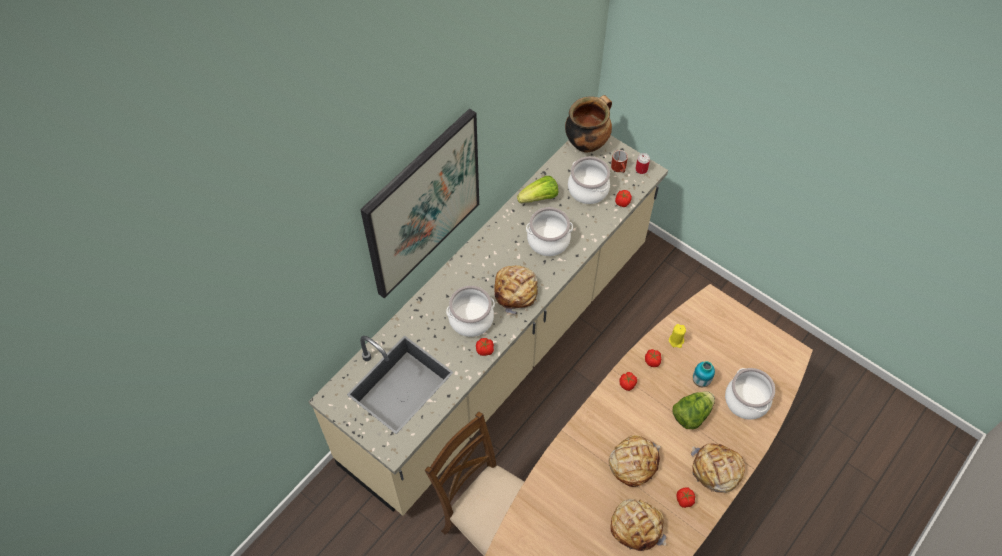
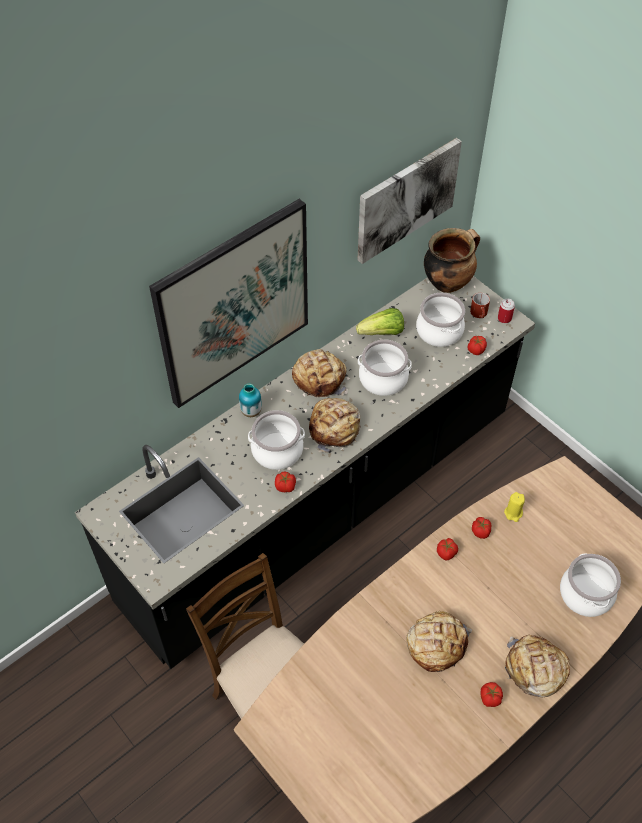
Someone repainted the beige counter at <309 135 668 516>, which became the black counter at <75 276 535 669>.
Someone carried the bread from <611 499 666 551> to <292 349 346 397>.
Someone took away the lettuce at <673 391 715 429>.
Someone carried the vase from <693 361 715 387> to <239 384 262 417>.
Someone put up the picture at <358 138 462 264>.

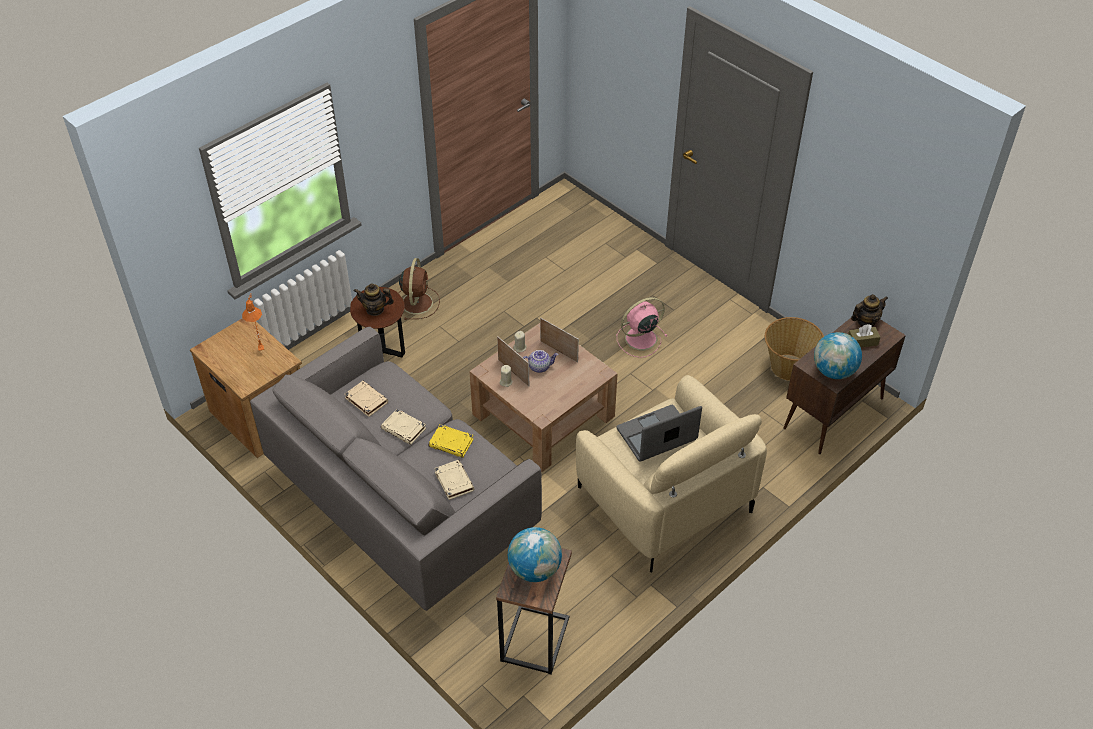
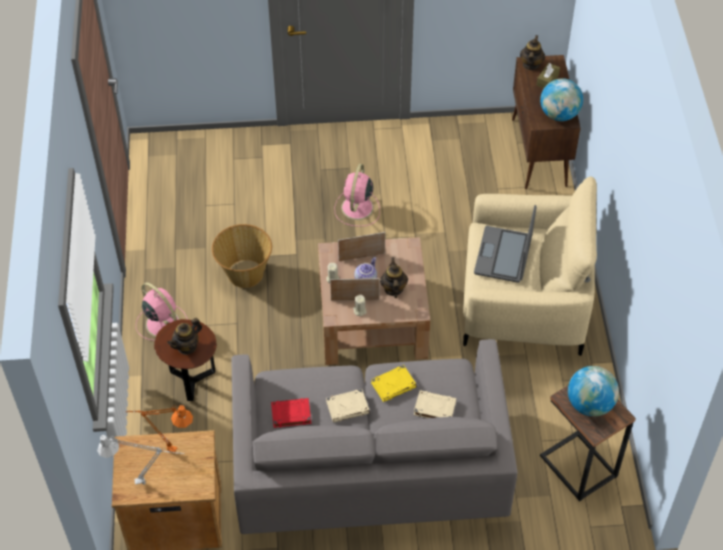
Someone repainted the beige book at <344 381 388 417>, which became the red book at <271 398 311 428>.
Someone repainted the brown fan at <398 258 440 320>, which became the pink fan at <136 282 187 341>.
Someone carried the basket from <765 317 824 381> to <212 224 272 288>.
Someone put down the grey table lamp at <97 435 184 485>.
Someone put down the teapot at <380 257 408 298>.

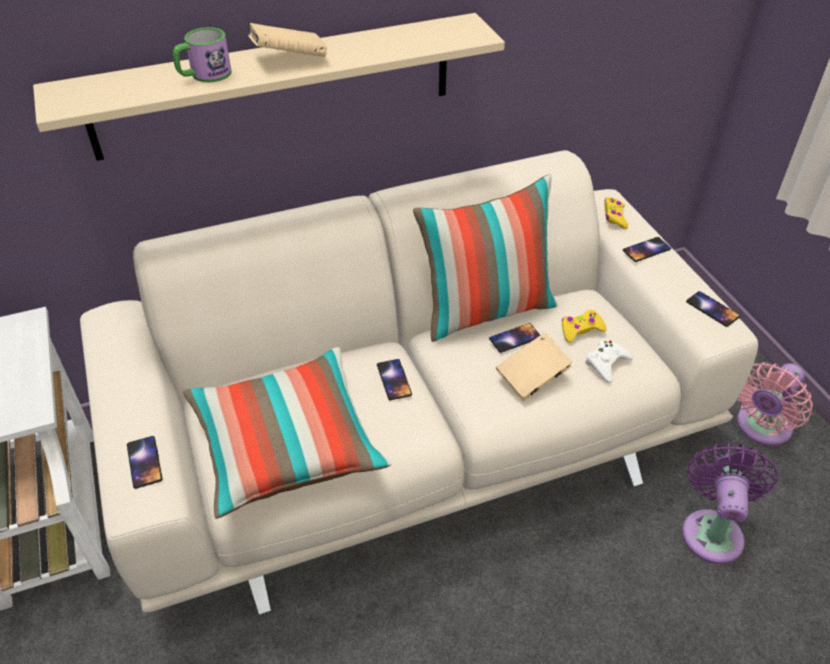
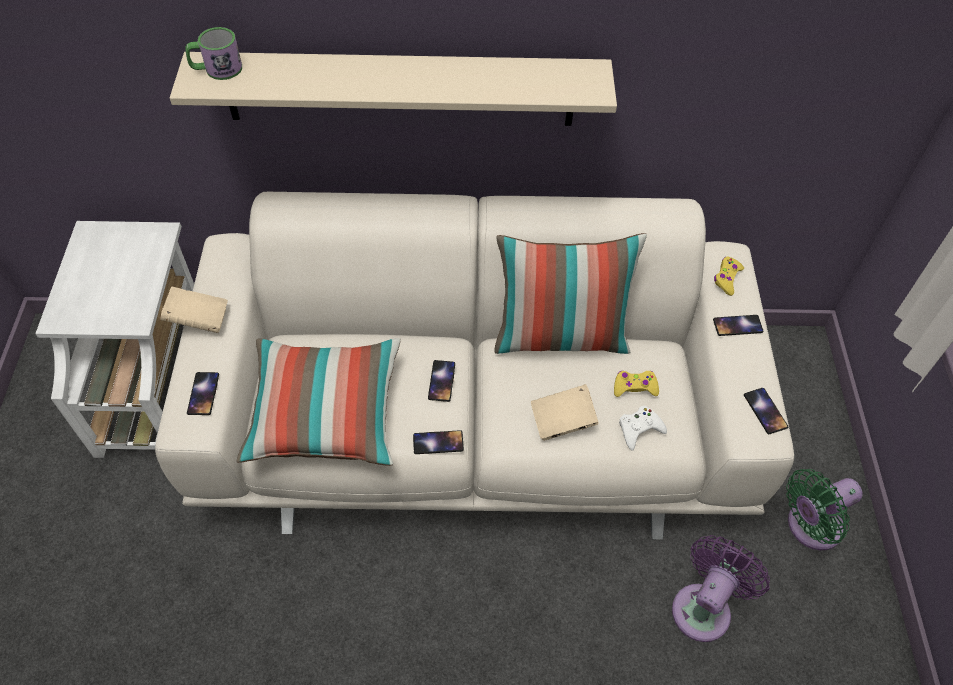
Someone carried the mug from <173 27 231 82> to <185 27 242 80>.
Someone carried the beige book from <248 23 327 57> to <161 287 228 333>.
Someone carried the phone from <489 323 540 353> to <413 430 464 454>.
Someone repainted the pink fan at <737 362 813 446>, which became the green fan at <786 469 863 550>.

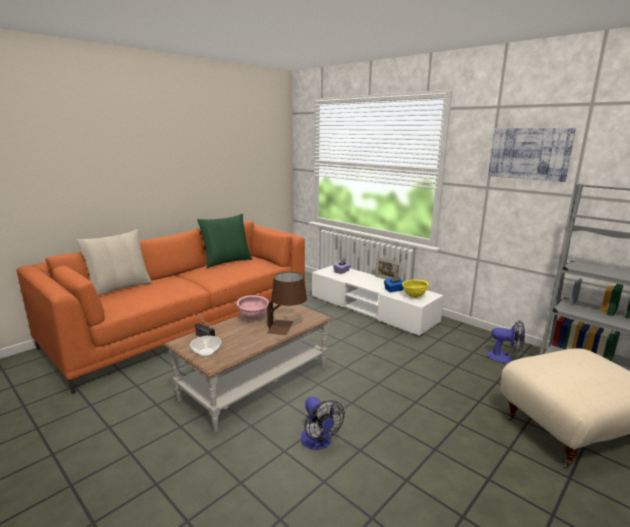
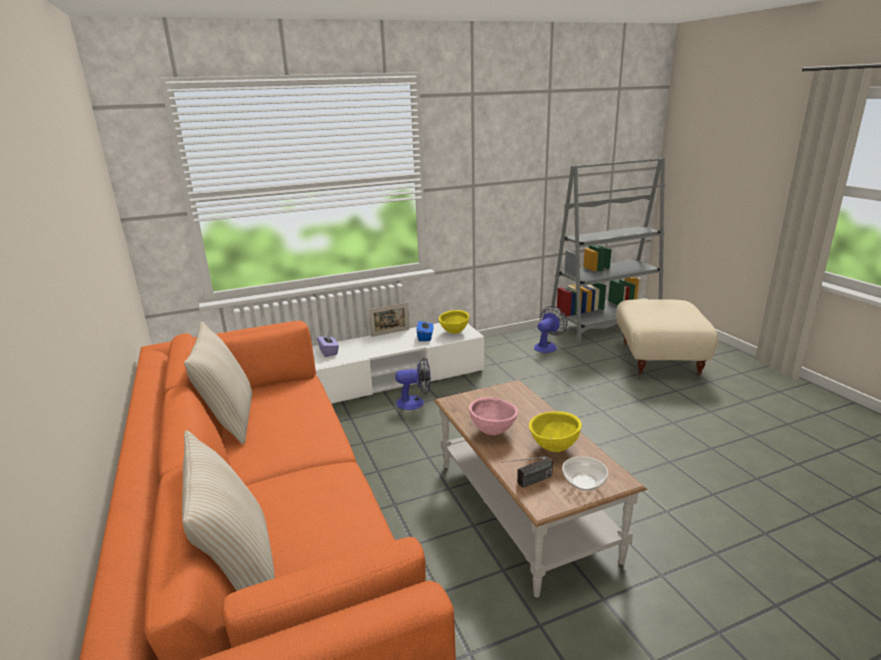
Someone repainted the green pillow at <197 214 252 268>, which became the beige pillow at <184 322 253 444>.
Someone took away the brown table lamp at <267 272 307 335>.
Someone carried the fan from <301 396 345 450> to <395 358 431 410>.
Someone took away the picture at <488 128 576 182>.
Someone put down the yellow bowl at <529 411 582 452>.

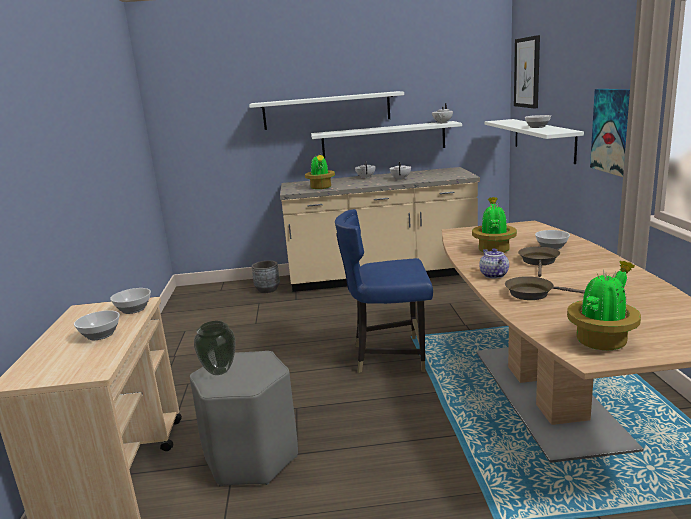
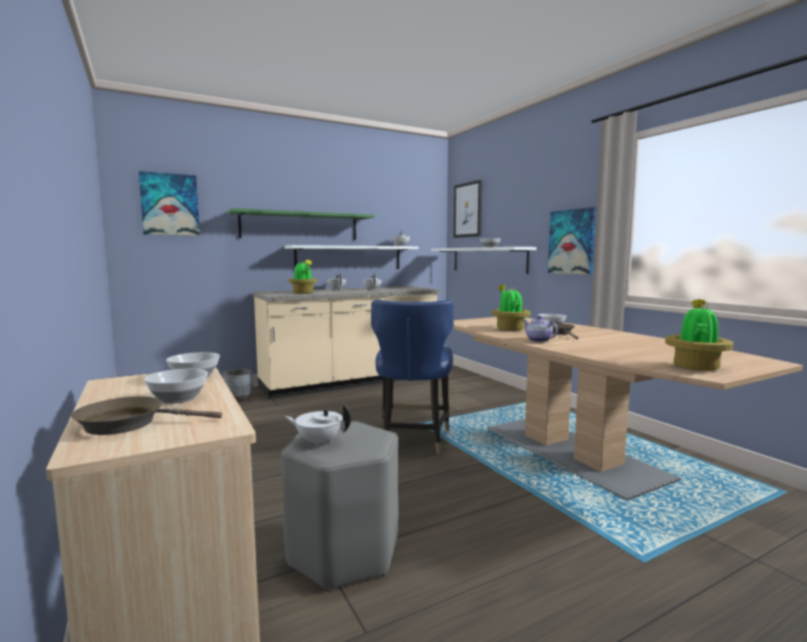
Someone swapped the vase at <194 321 236 375> for the white teapot at <285 404 351 447>.
Someone repainted the white shelf at <249 91 404 130>, which became the green shelf at <227 208 374 240>.
Someone rotated the blue chair at <335 209 433 373> by 60 degrees counterclockwise.
Someone carried the brown frying pan from <505 276 585 300> to <71 396 222 435>.
Someone put up the picture at <139 171 200 236>.

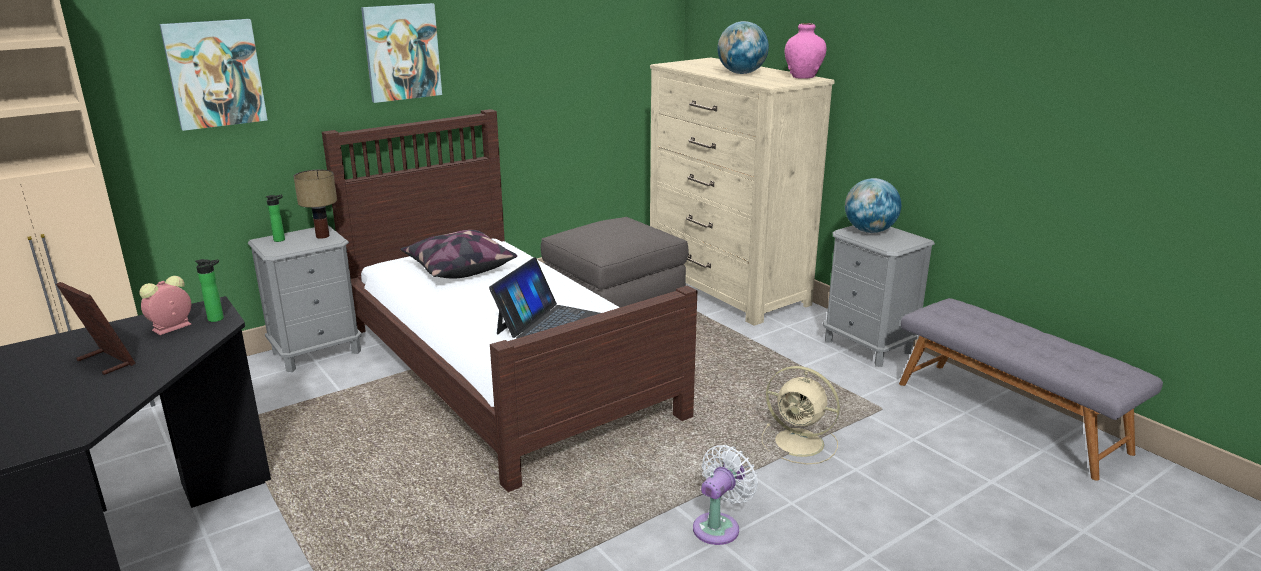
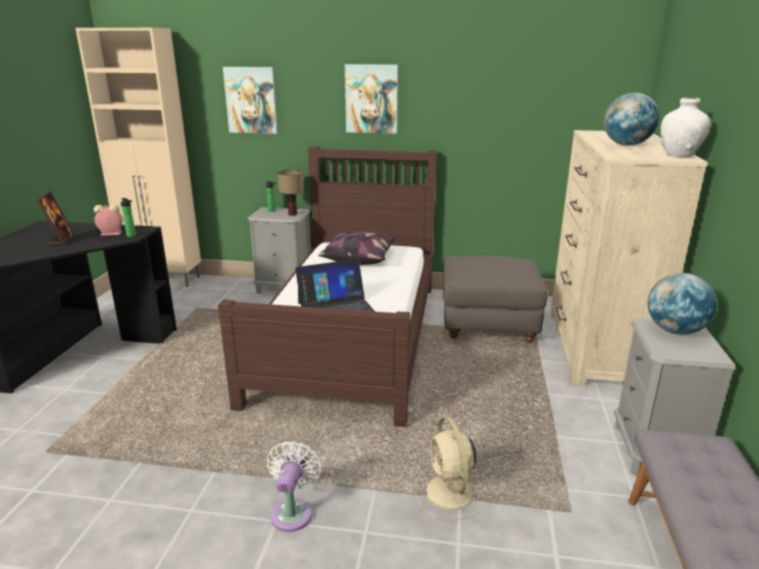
Someone rotated the white fan at <693 445 758 545> by 75 degrees counterclockwise.
Someone repainted the pink vase at <785 23 827 79>, which became the white vase at <661 97 711 157>.

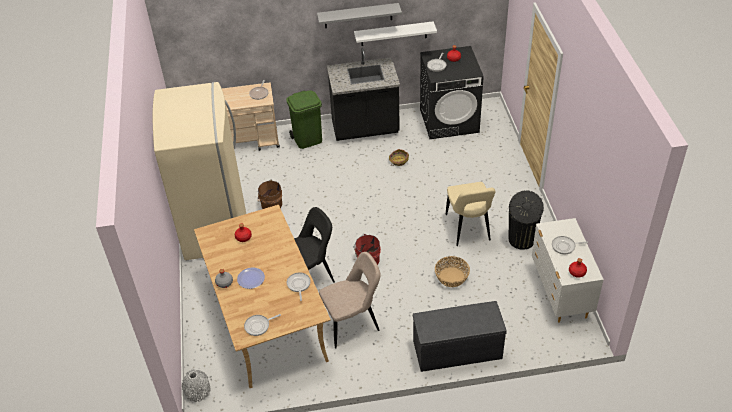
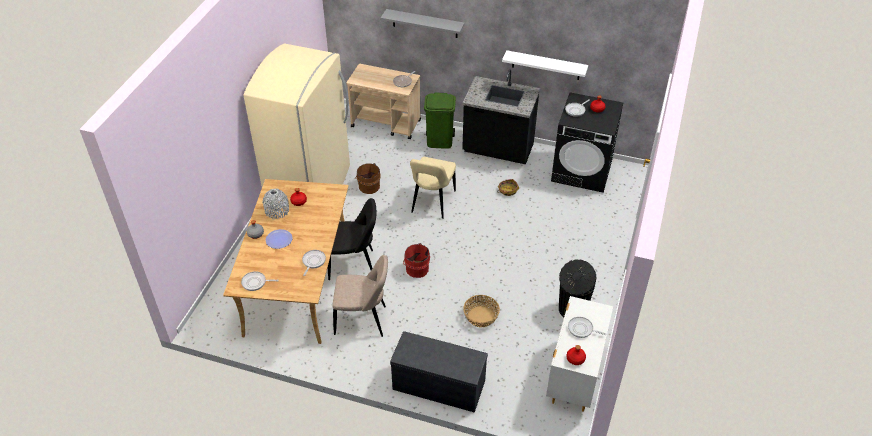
Someone carried the grey vase from <182 369 211 402> to <263 189 289 219>.
Someone carried the grey shelf from <317 3 402 28> to <380 9 465 38>.
Someone carried the beige chair from <446 182 496 246> to <410 157 456 219>.

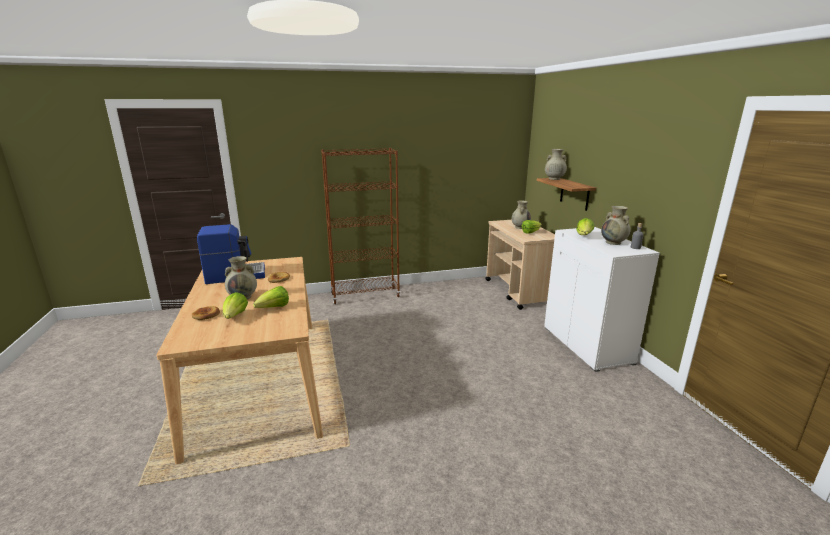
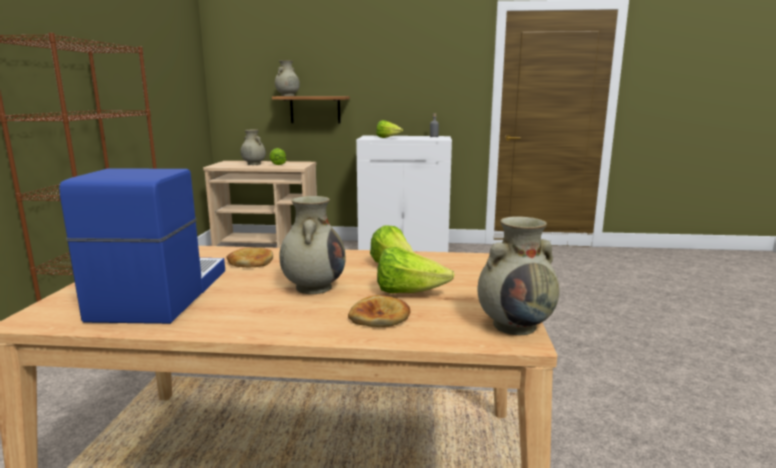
Someone carried the beige vase from <601 206 631 245> to <477 216 560 335>.

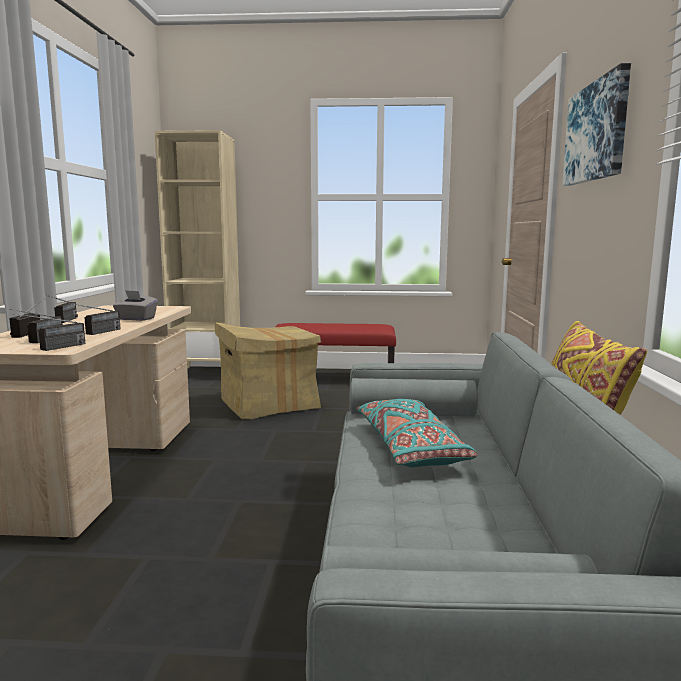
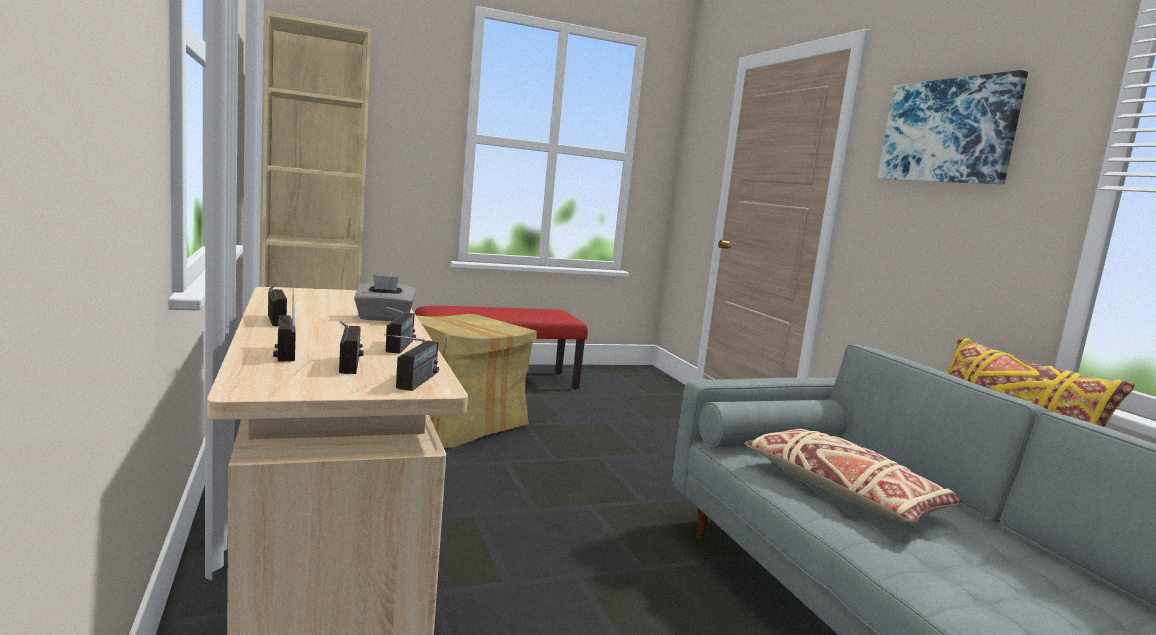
Someone repainted the turquoise pillow at <357 399 477 467>, which became the beige pillow at <744 429 961 523>.

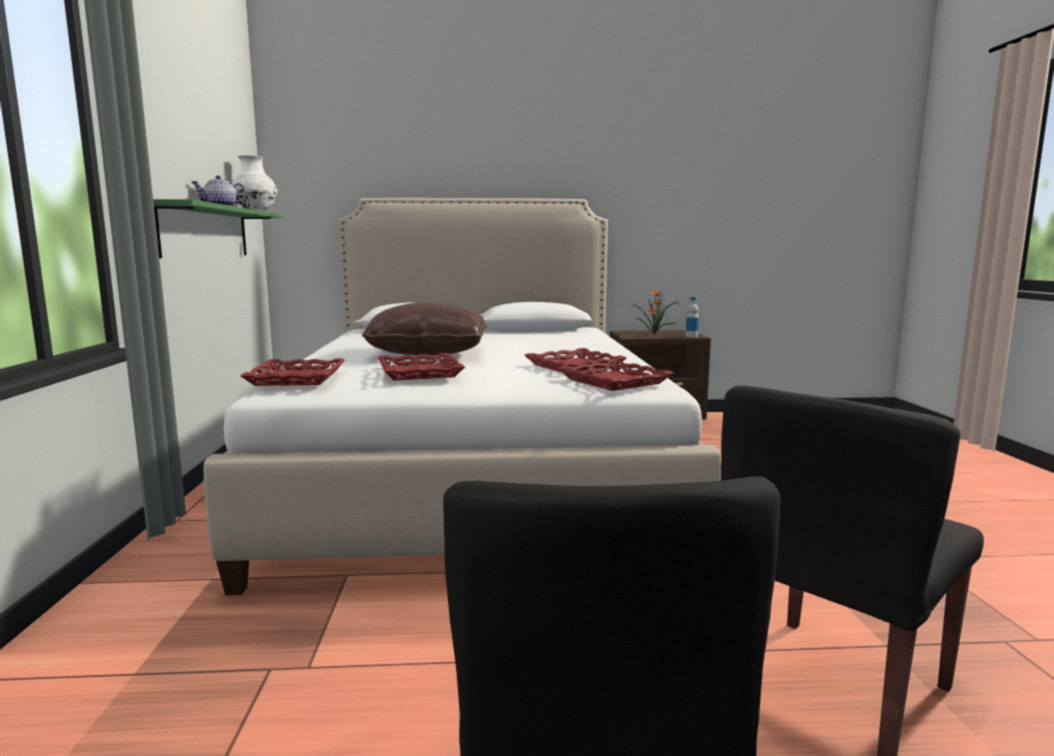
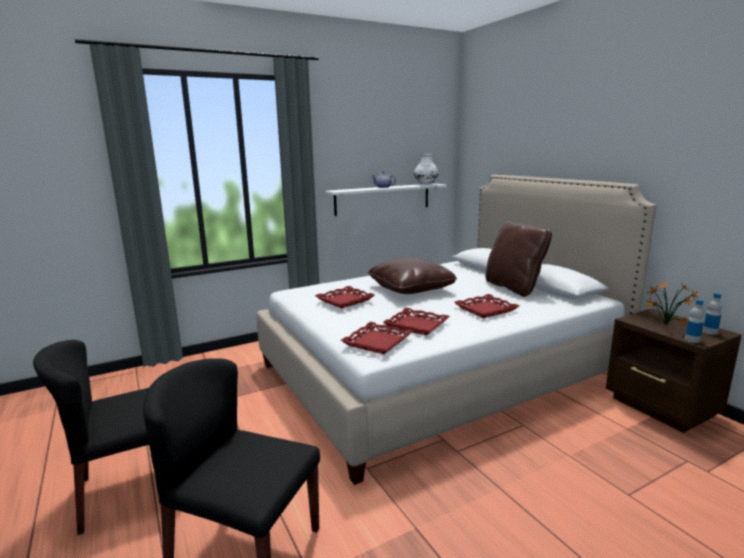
Someone repainted the green shelf at <153 199 282 258>, which became the white shelf at <325 183 446 216>.
Someone carried the red tray from <240 358 345 386> to <454 294 519 318>.
Someone put down the brown pillow at <486 220 552 297>.
Someone put down the bottle at <703 293 722 335>.

